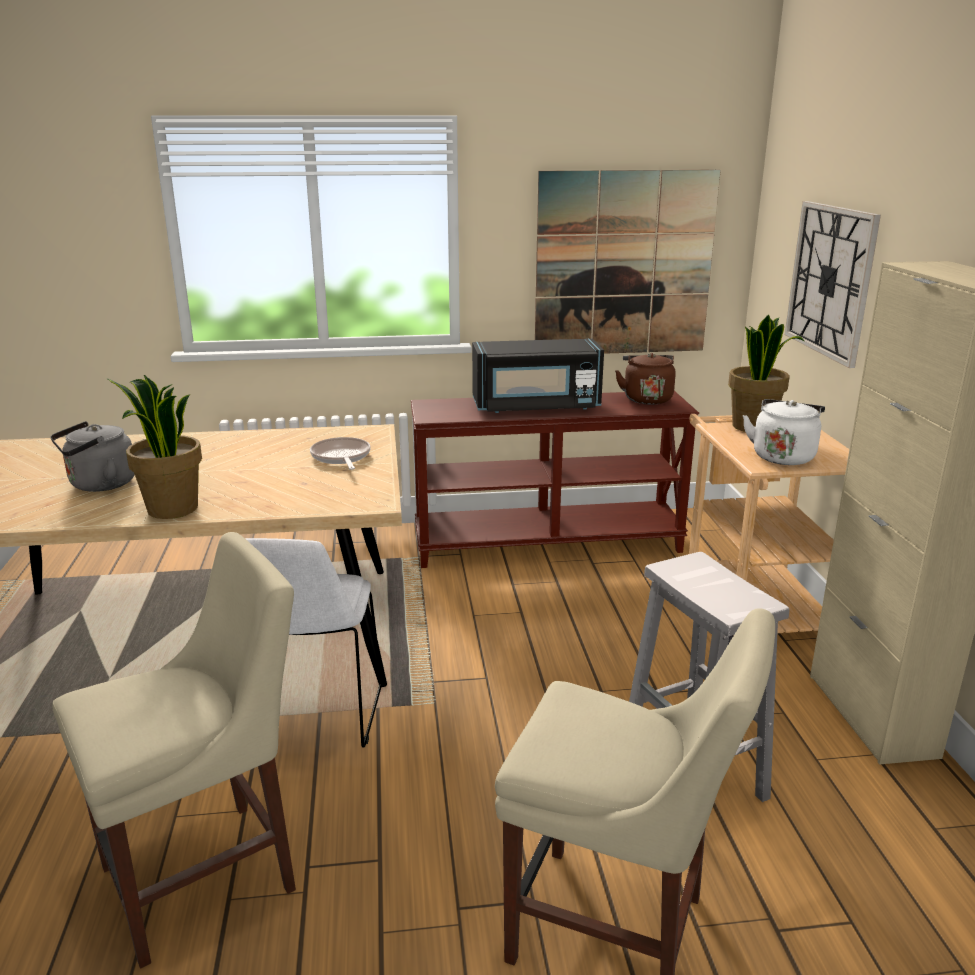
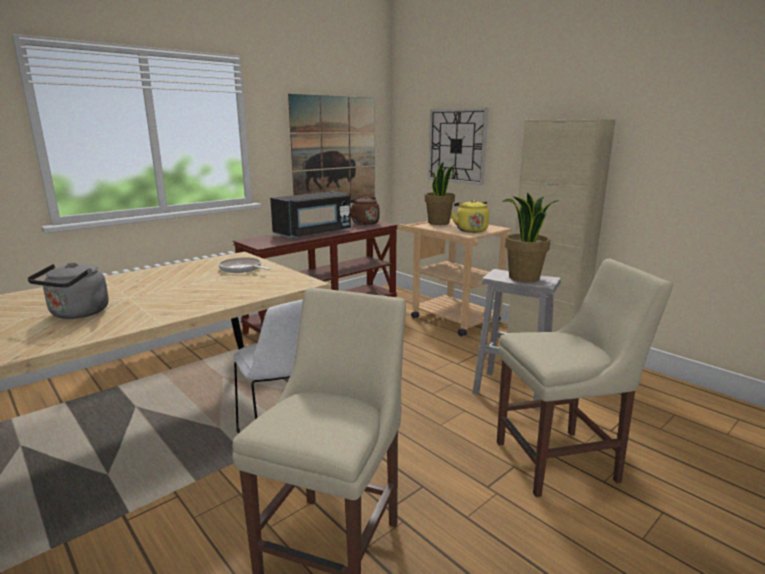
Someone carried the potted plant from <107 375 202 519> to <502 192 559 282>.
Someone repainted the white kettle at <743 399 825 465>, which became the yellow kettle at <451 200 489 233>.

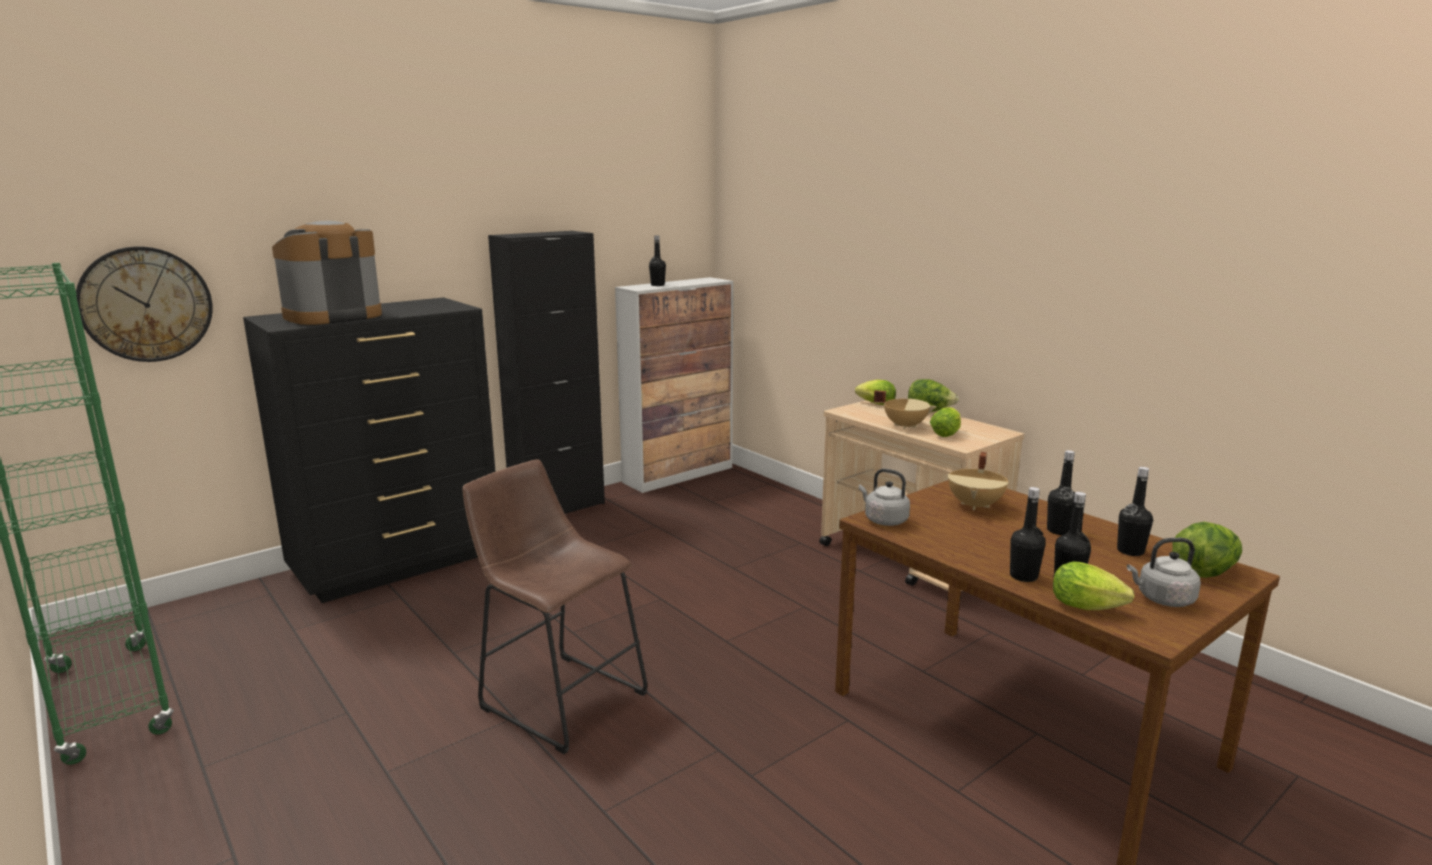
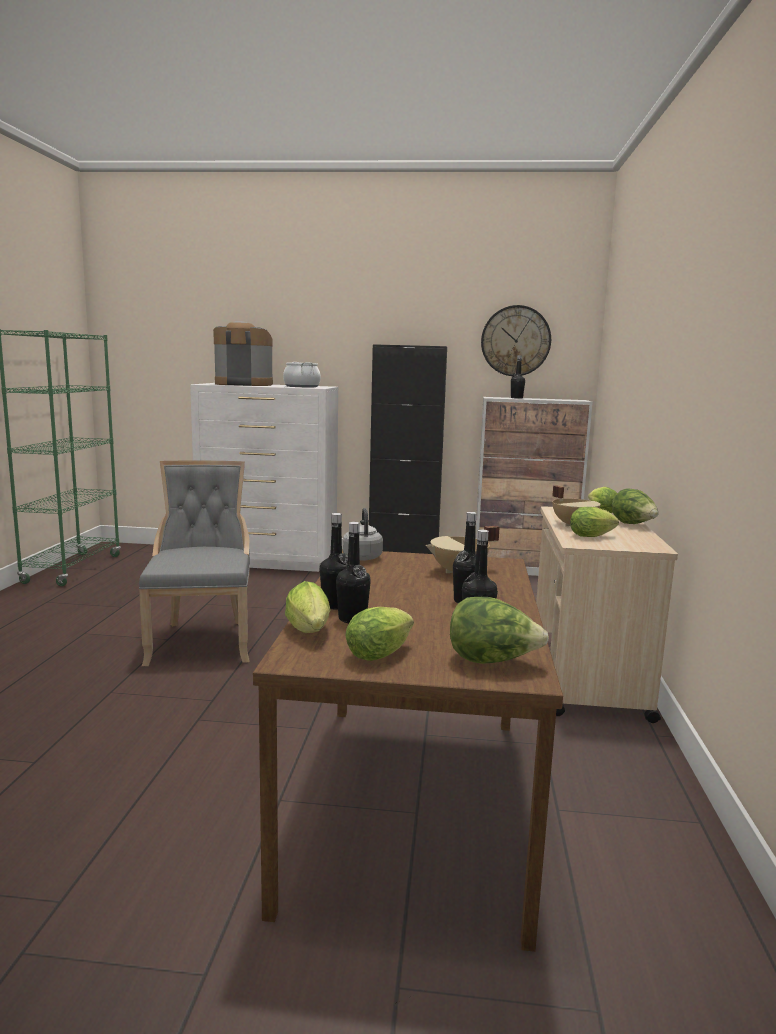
Someone carried the wall clock from <76 247 213 362> to <481 305 551 376>.
Someone repainted the black dresser at <243 297 495 603>, which became the white dresser at <190 383 338 572>.
Someone swapped the brown stool at <462 459 647 754> for the grey chair at <139 460 250 666>.
Someone swapped the grey kettle at <1127 538 1201 607> for the lettuce at <345 607 414 661>.
Someone put down the cooking pot at <283 362 321 387>.

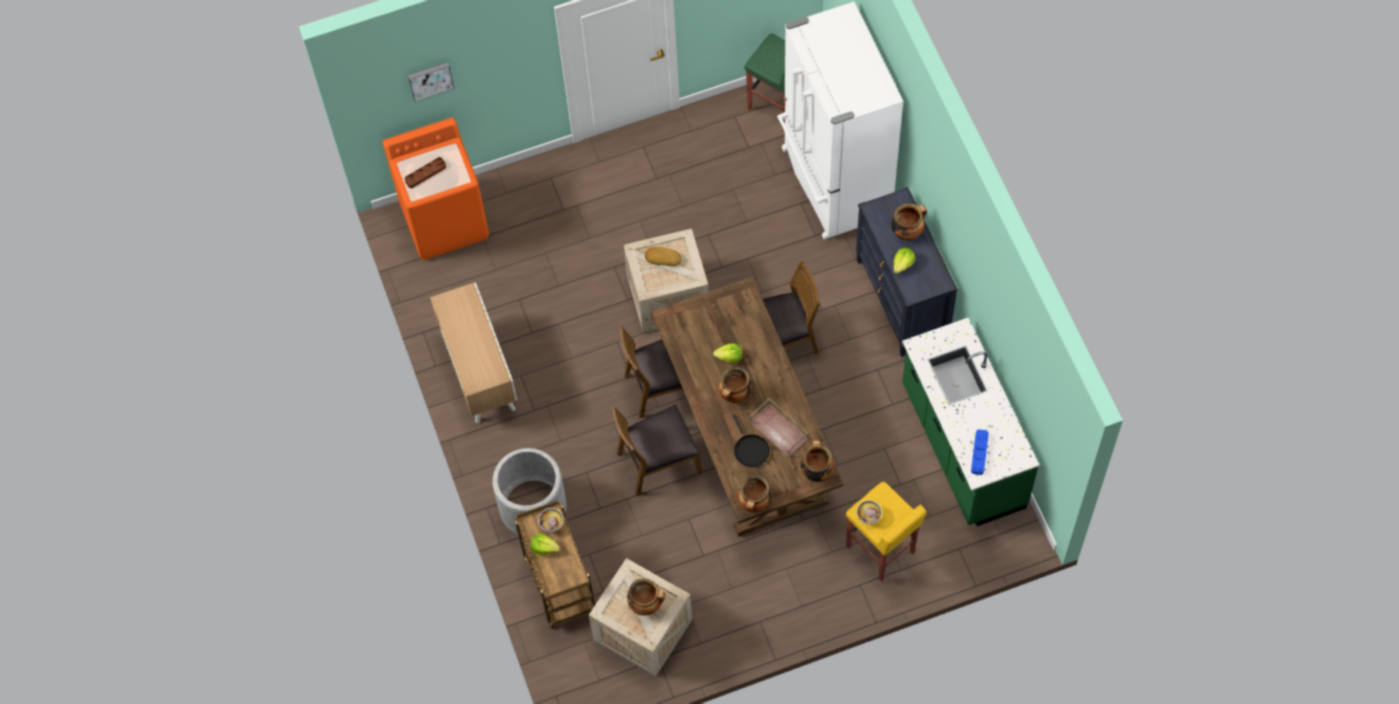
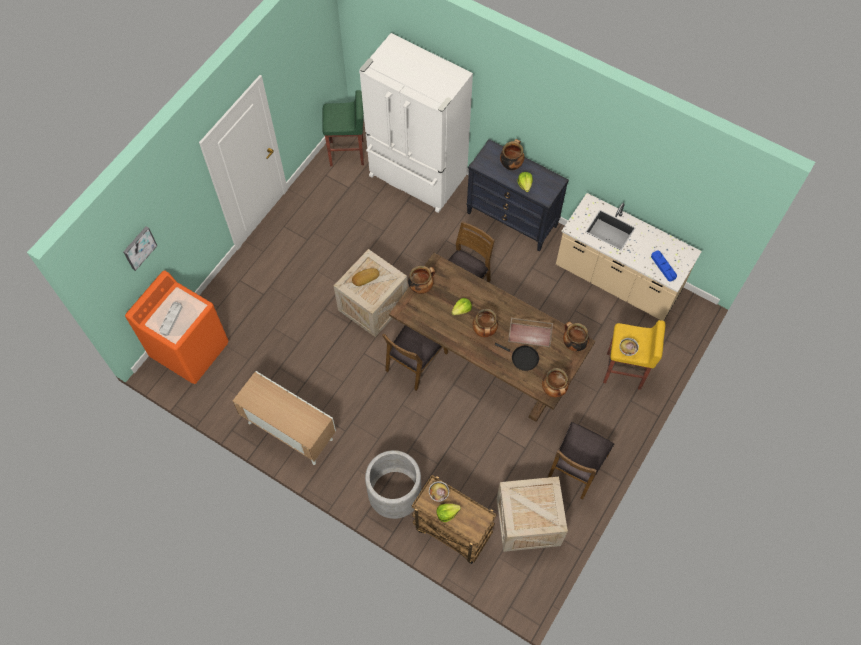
Someone repainted the brown tray at <405 157 446 188>, which became the grey tray at <159 302 182 336>.
Someone carried the brown chair from <611 405 702 496> to <548 422 614 500>.
Someone carried the cooking pot from <627 578 665 616> to <408 266 435 294>.
Someone repainted the green counter at <902 318 1039 526>, which became the beige counter at <556 193 702 321>.

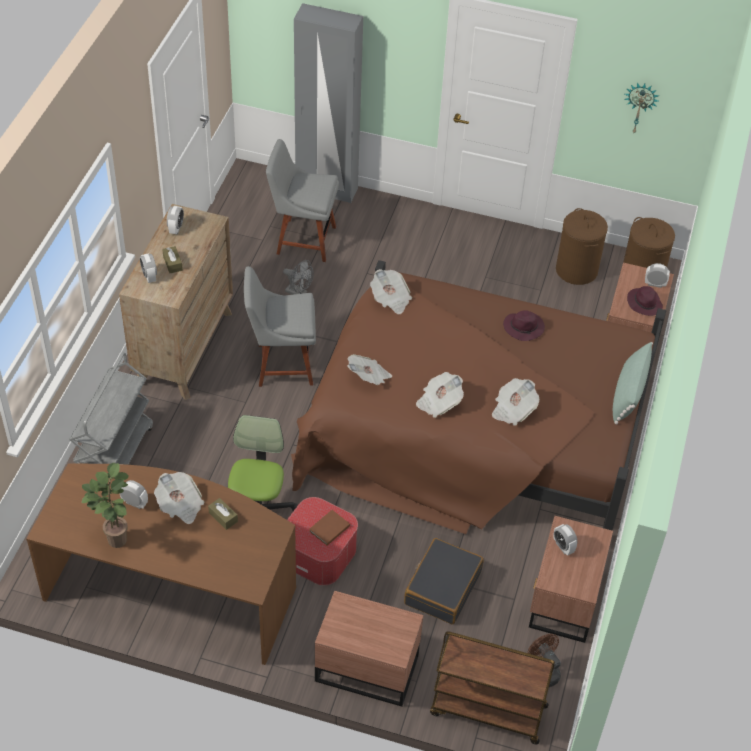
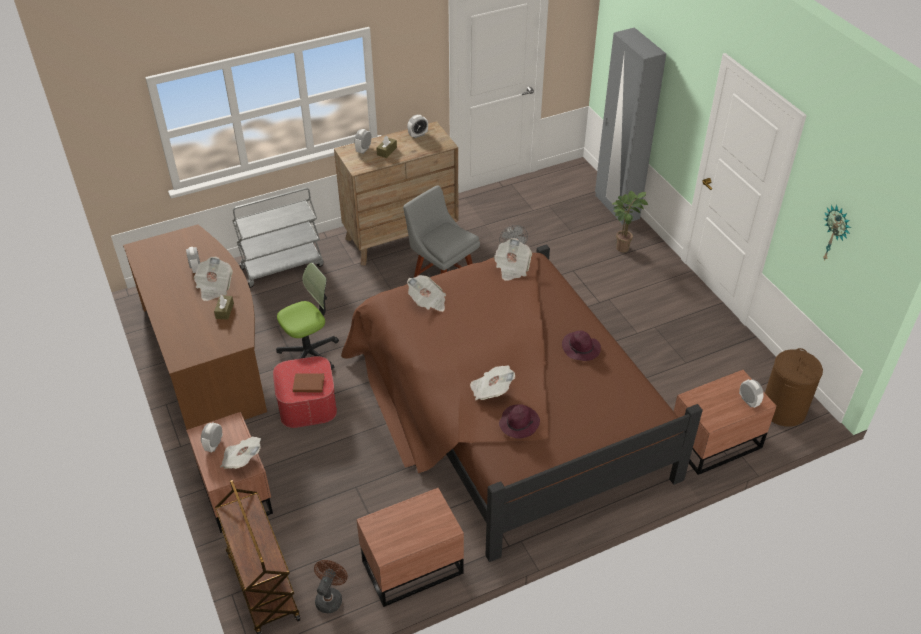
Someone carried the potted plant from <81 463 129 548> to <612 191 648 252>.
Someone took away the grey chair at <266 139 339 262>.
Someone took away the black suitcase at <404 538 484 625>.
Someone carried the newspaper from <416 372 464 418> to <220 437 261 469>.
Someone carried the alarm clock from <553 524 578 556> to <201 422 223 452>.
Someone took away the brown laundry basket at <556 208 608 285>.
Someone took away the green pillow at <613 342 653 424>.
Someone carried the purple hat from <627 286 663 316> to <499 404 540 439>.

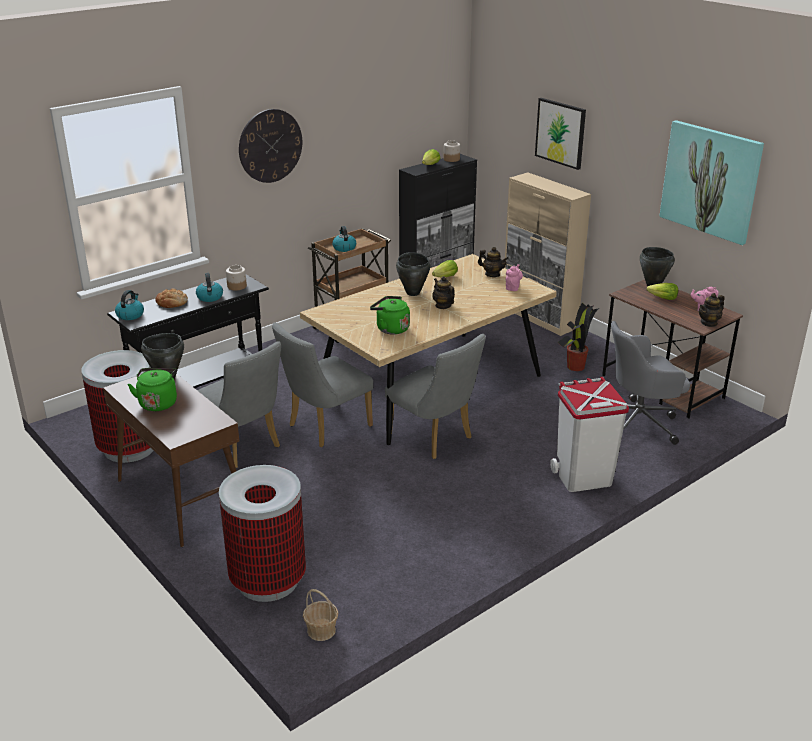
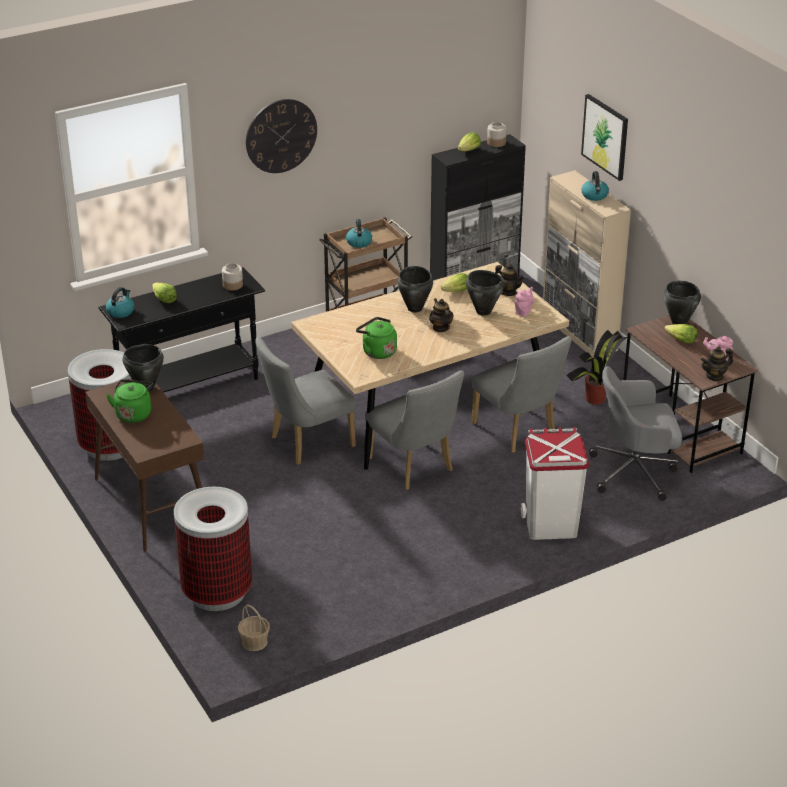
Someone swapped the bread at <155 289 188 308> for the lettuce at <152 283 177 303>.
Someone carried the kettle from <196 273 223 302> to <581 171 609 201>.
Someone carried the grey chair from <197 341 281 468> to <472 336 572 453>.
Someone took away the picture at <659 120 764 245>.
Someone put down the black cooking pot at <466 270 504 316>.

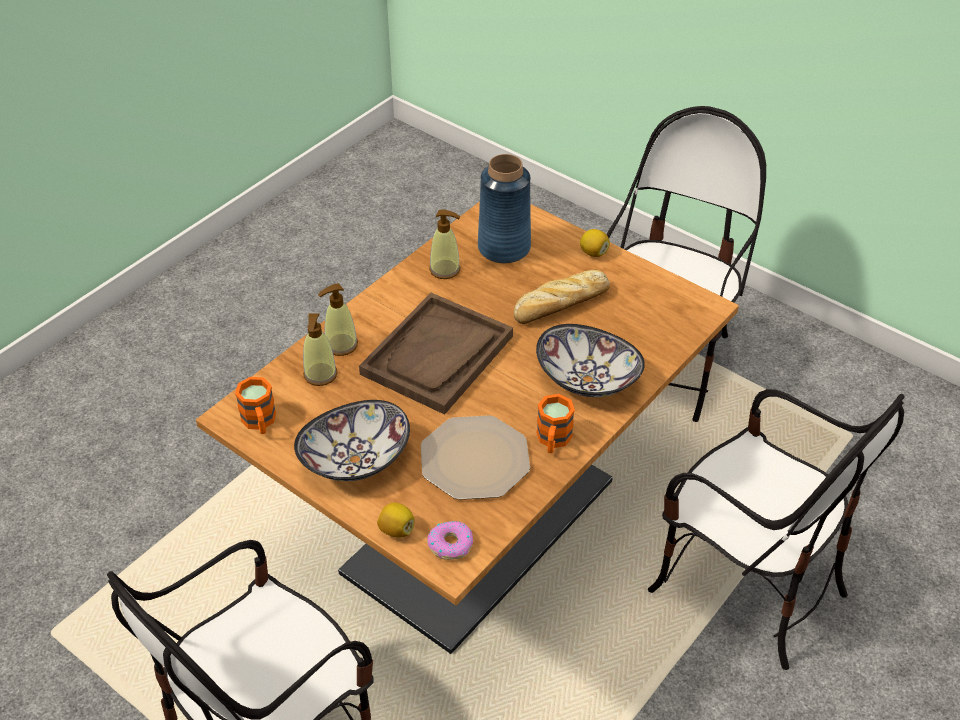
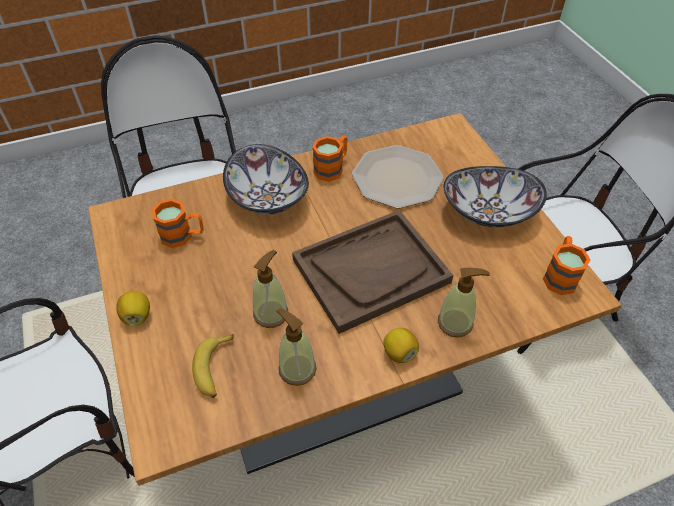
Someone carried the soap dispenser from <303 313 337 386> to <253 250 288 328>.
Someone carried the lemon from <377 503 414 538> to <383 328 419 363>.
Someone took away the donut at <427 521 473 560>.
Someone swapped the blue vase at <478 154 531 263> for the banana at <192 334 234 398>.
Someone took away the bread at <514 270 610 324>.
Someone put down the orange mug at <152 199 204 248>.

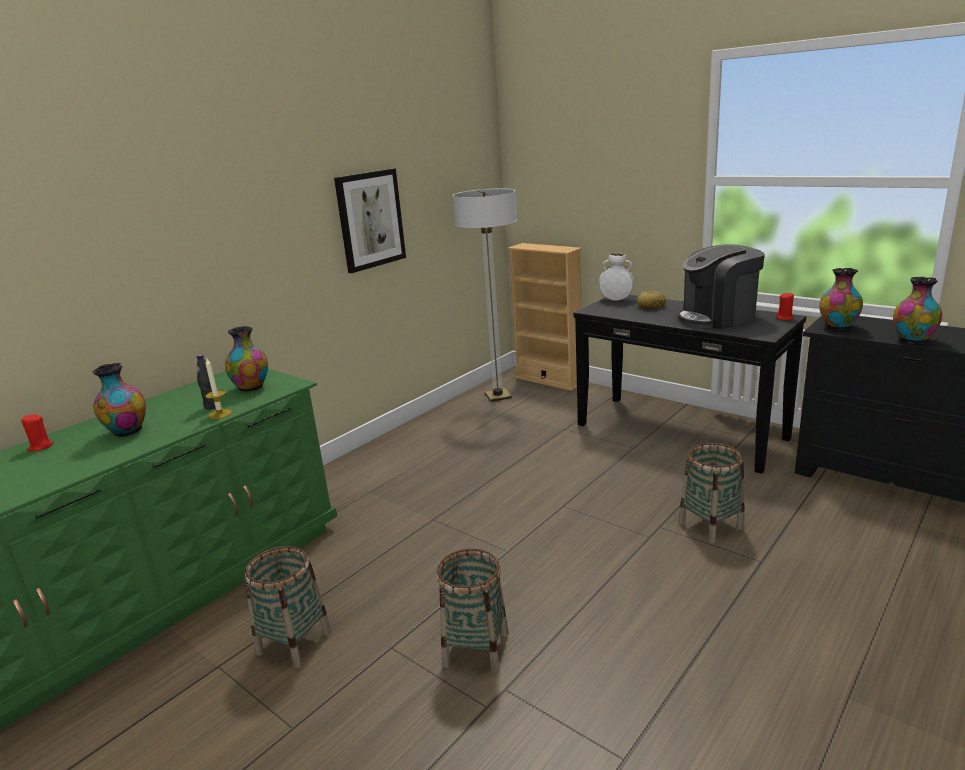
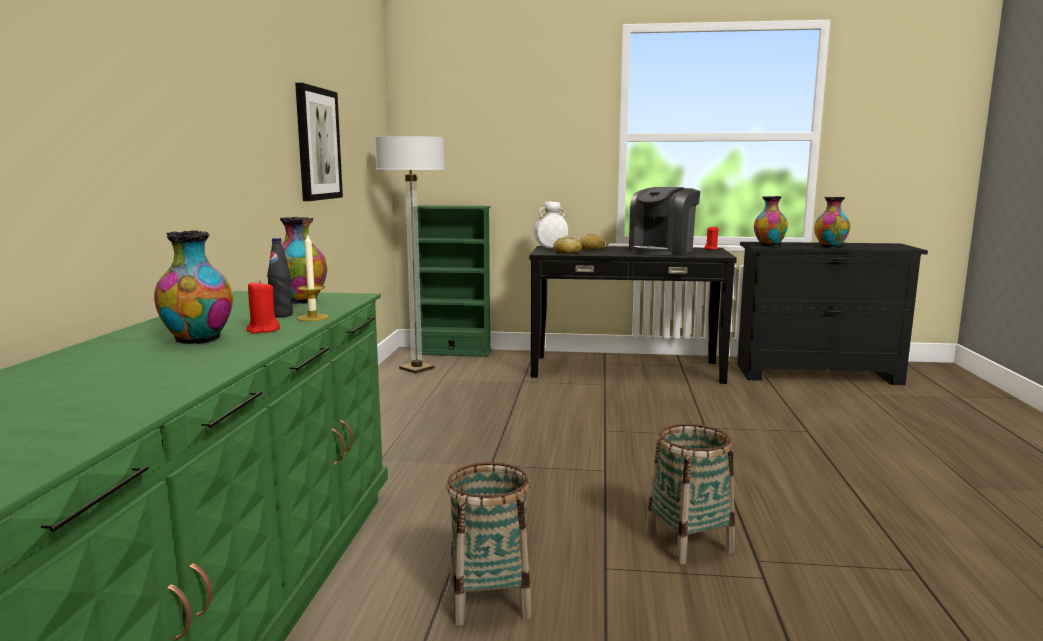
Someone carried the red candle from <21 414 53 451> to <246 280 280 334>.
Someone repainted the beige bookcase at <508 243 582 391>, which became the green bookcase at <417 205 492 357>.
Someone took away the basket at <678 443 745 544>.
Someone put down the bread at <553 236 582 254>.

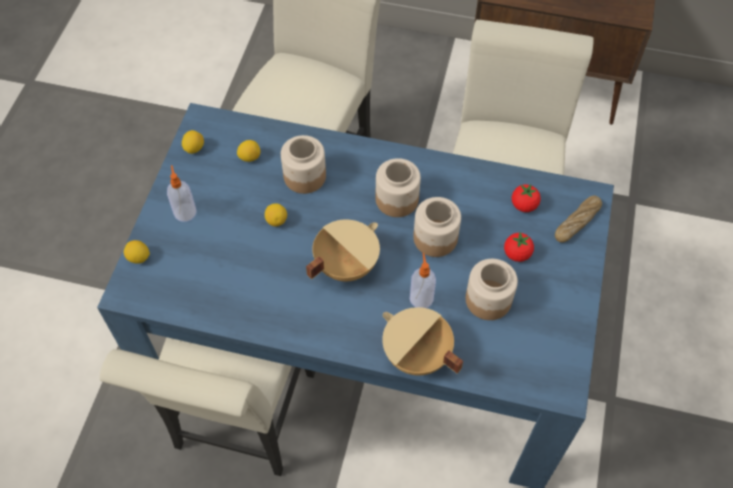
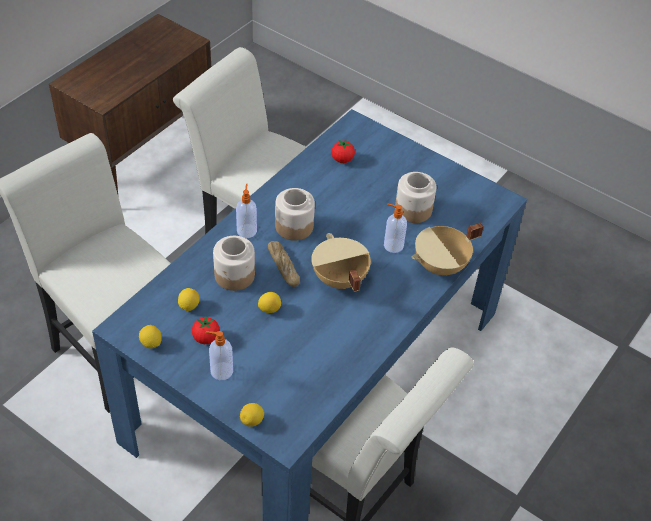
Someone took away the jar at <413 197 461 257>.
Someone carried the tomato from <504 232 534 262> to <192 316 220 344>.
Someone carried the bread from <555 196 602 242> to <268 241 300 287>.
Someone put down the soap dispenser at <236 183 257 238>.

